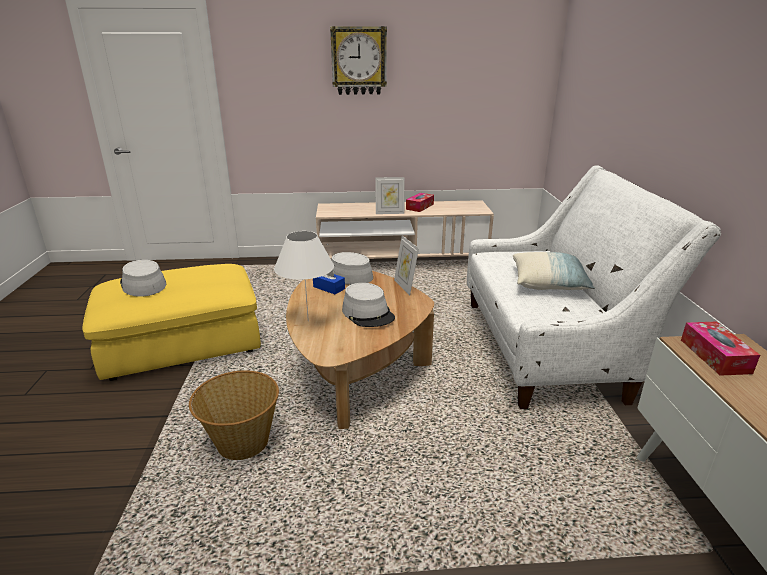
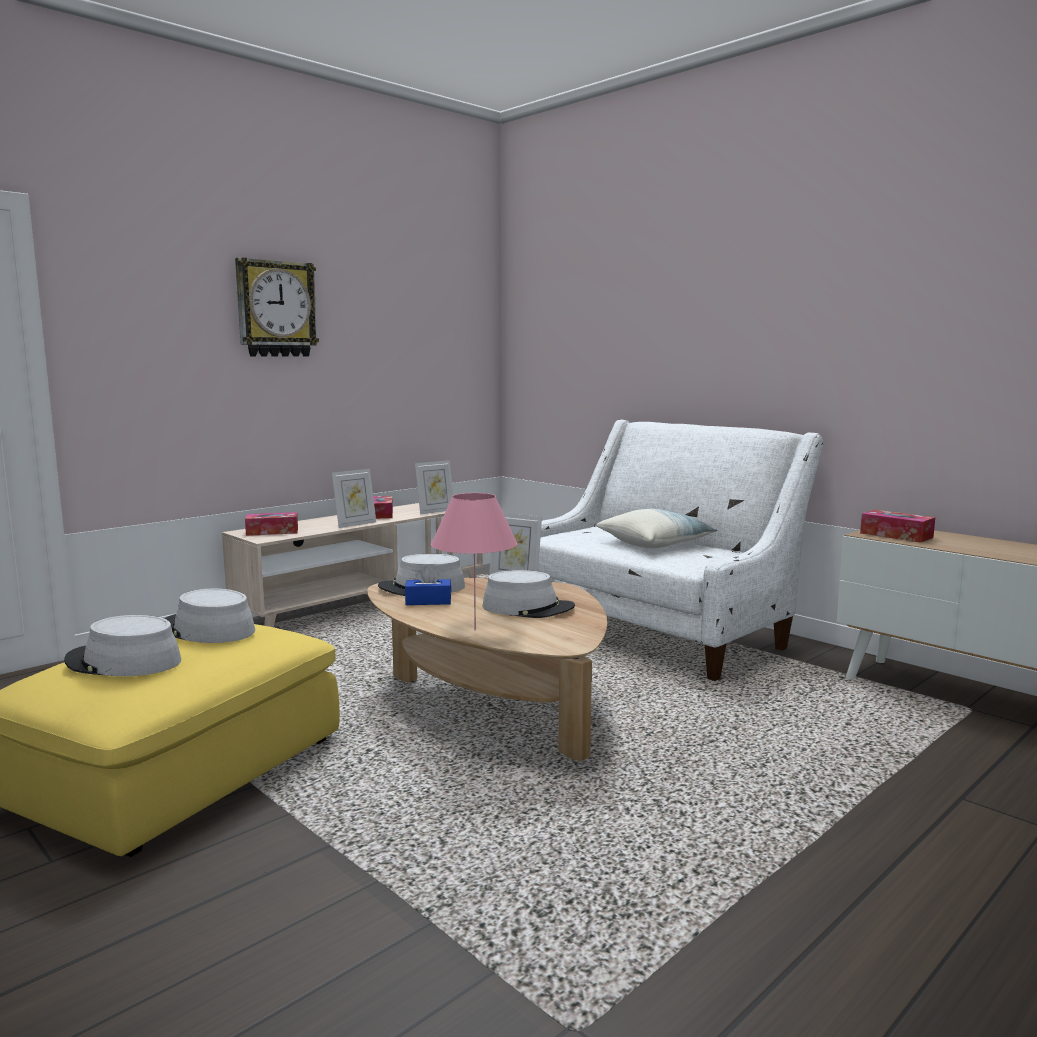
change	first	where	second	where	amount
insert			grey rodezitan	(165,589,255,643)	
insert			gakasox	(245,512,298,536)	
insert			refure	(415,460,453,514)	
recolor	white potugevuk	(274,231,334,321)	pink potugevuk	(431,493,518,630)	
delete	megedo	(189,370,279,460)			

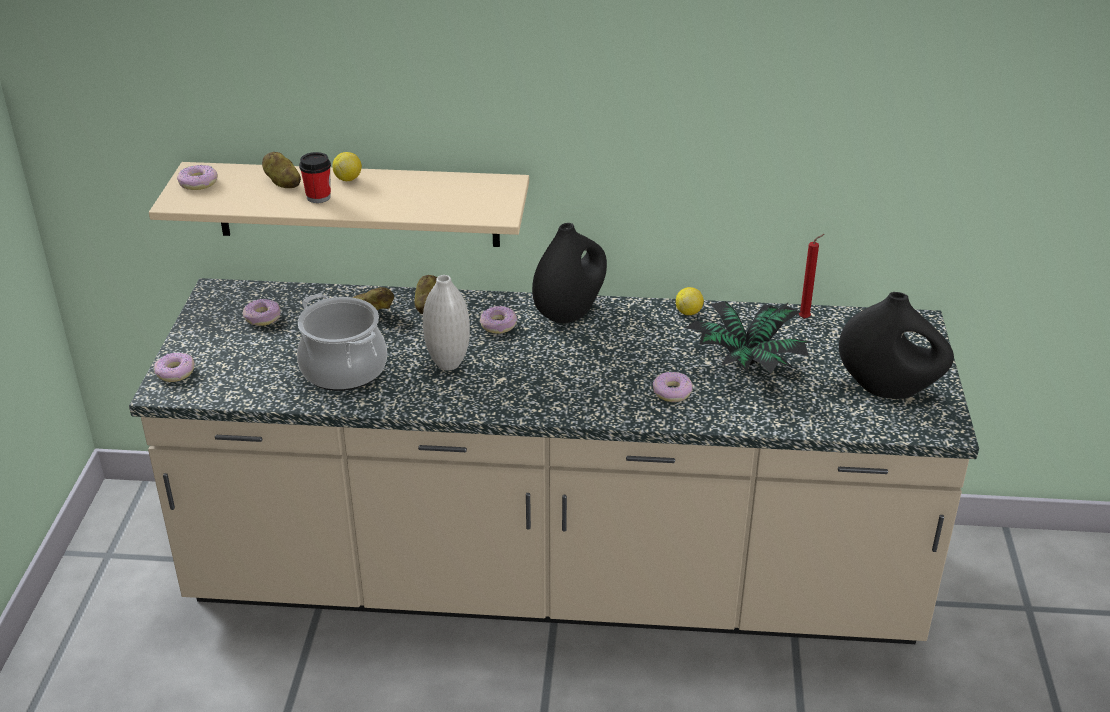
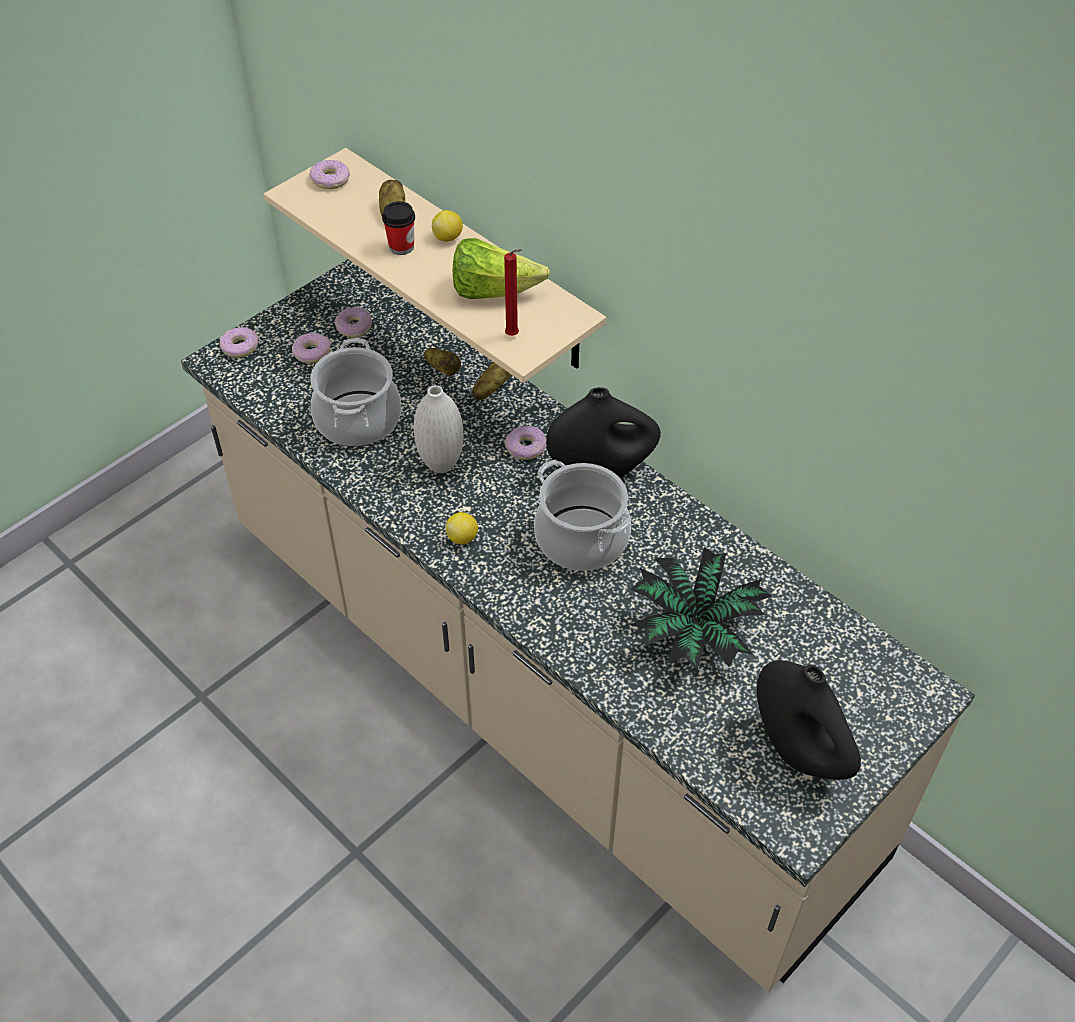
change	first	where	second	where	amount
move	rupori	(653,372,693,402)		(292,332,331,363)	
move	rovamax	(676,287,704,315)		(445,512,478,545)	
insert			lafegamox	(453,238,550,299)	
move	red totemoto	(799,234,825,319)		(504,249,522,336)	
insert			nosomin	(534,460,632,571)	

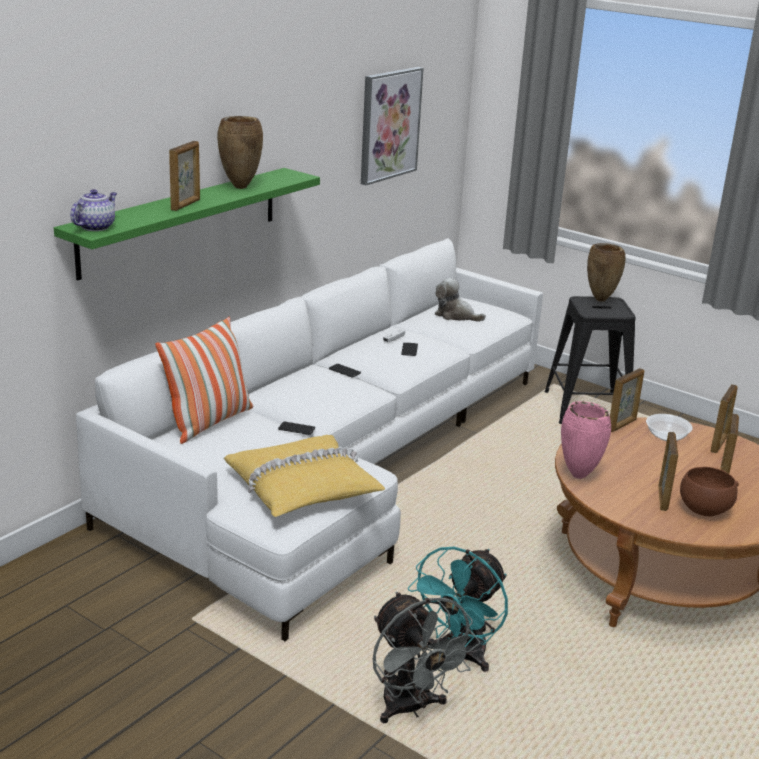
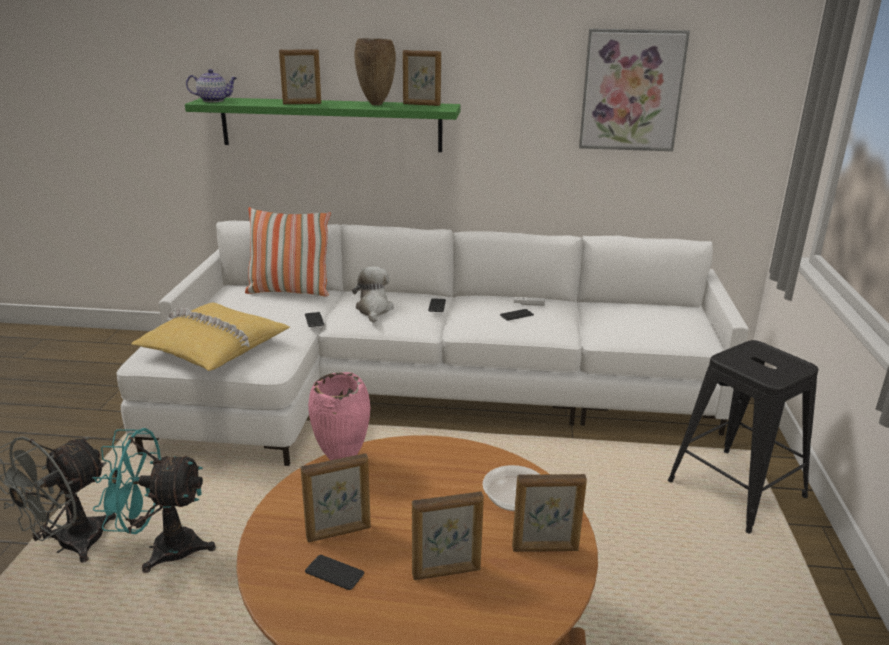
change	first	where	second	where	amount
replace	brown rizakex	(680,467,739,516)	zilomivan	(305,555,364,590)	
move	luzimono	(434,278,486,321)		(352,266,394,323)	
move	refure	(610,368,644,432)		(403,50,441,106)	
delete	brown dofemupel	(587,243,625,302)			

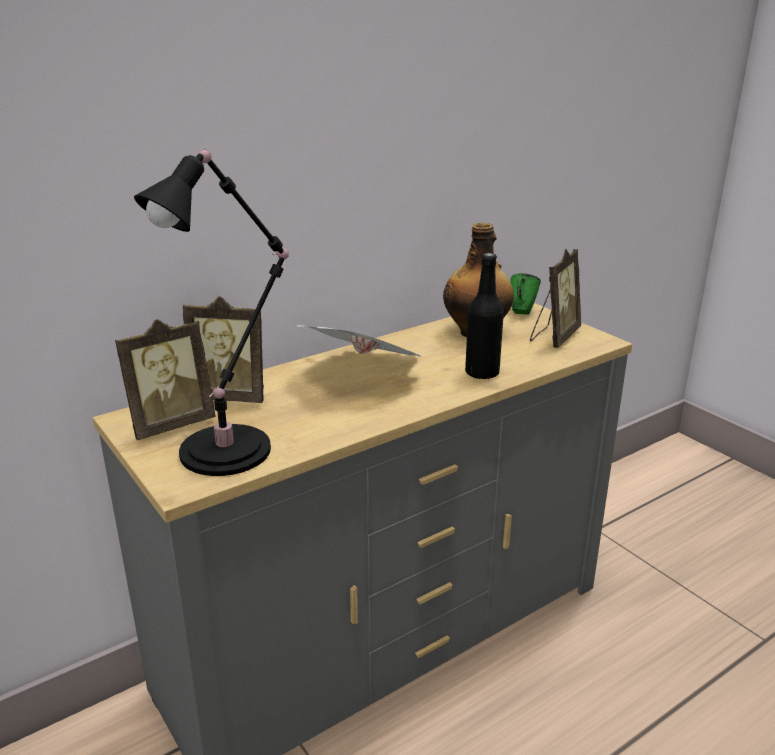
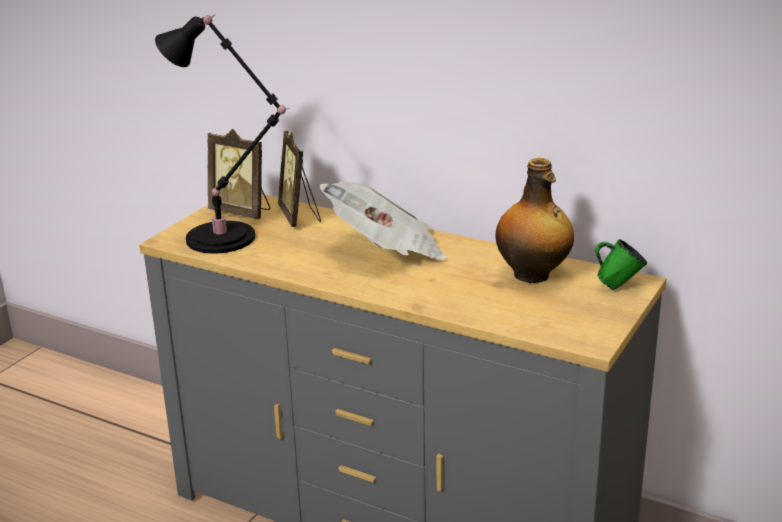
change	first	where	second	where	amount
delete	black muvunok	(465,253,504,380)			
delete	refure	(530,249,581,348)			

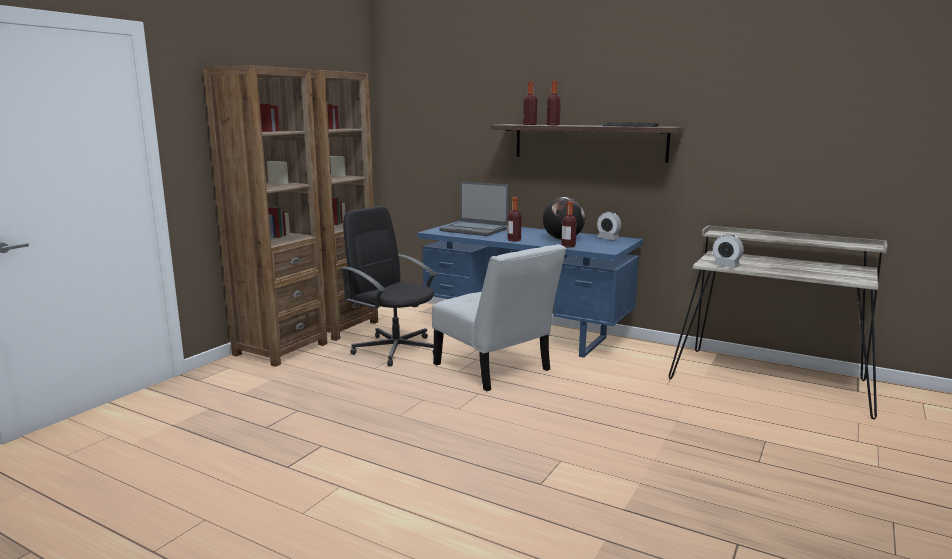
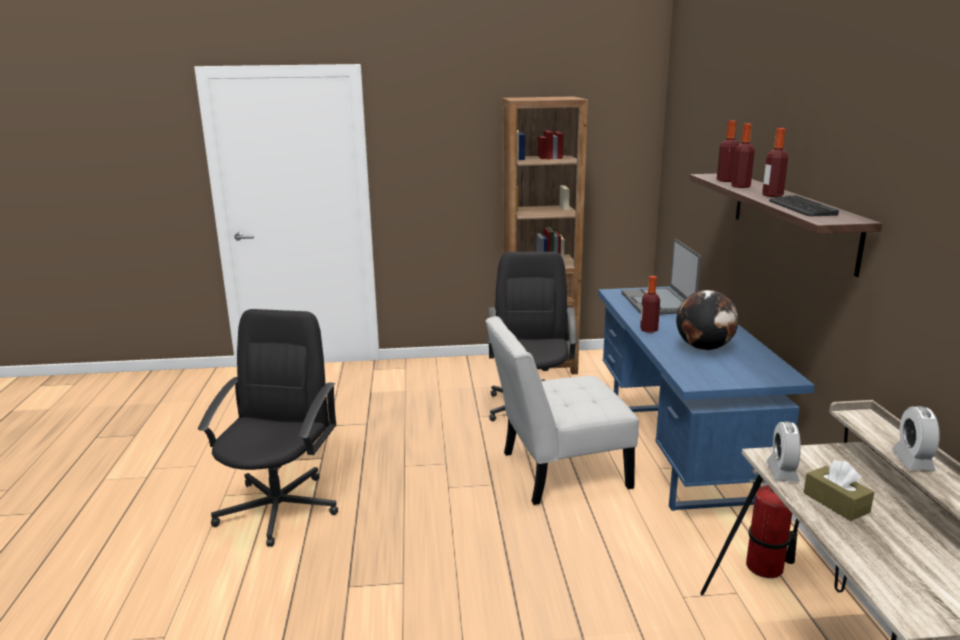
change	first	where	second	where	amount
insert			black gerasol	(198,309,338,547)	
rotate	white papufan	(432,244,566,391)		(486,316,639,505)	60 degrees clockwise
insert			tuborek	(746,469,799,578)	
move	muvunok	(561,201,577,248)		(762,128,789,197)	
insert			brown gakasox	(804,460,874,521)	
move	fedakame	(597,212,621,240)		(892,406,940,471)	
delete	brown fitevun	(203,65,328,367)			

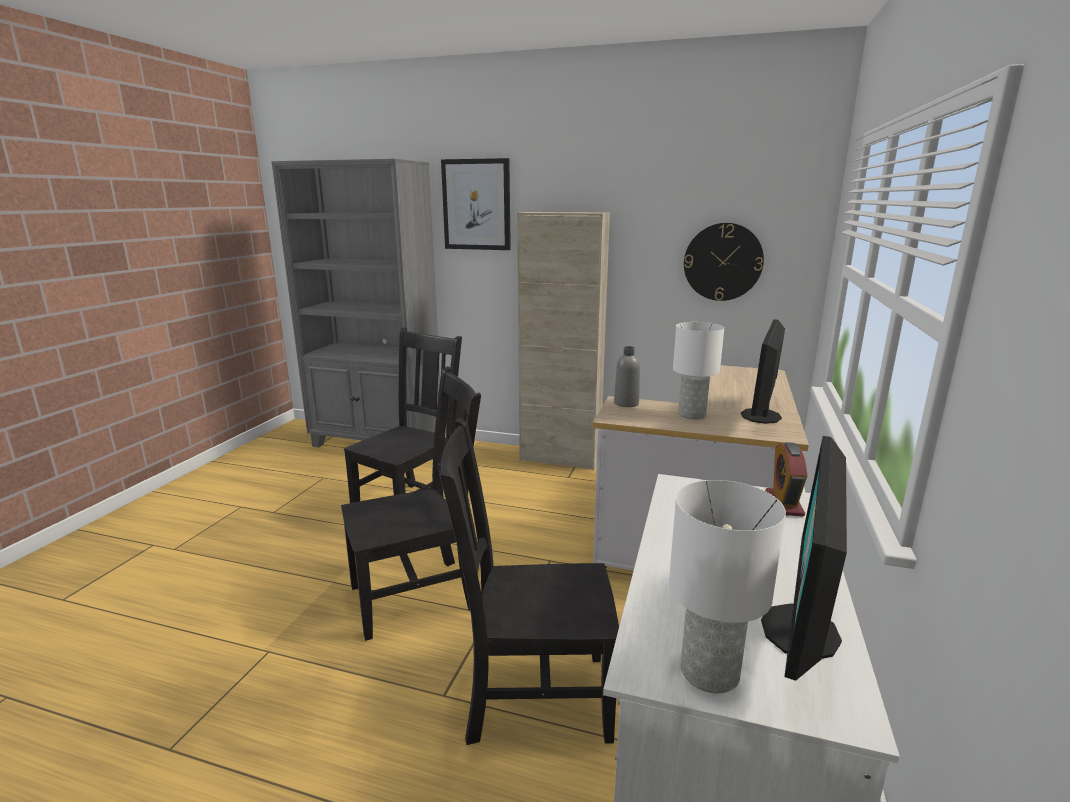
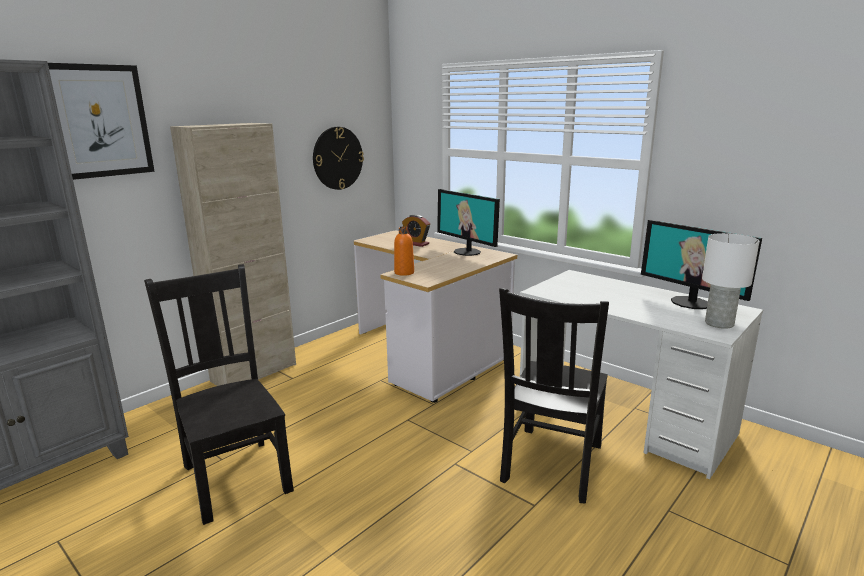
change	first	where	second	where	amount
recolor	grey muvunok	(614,346,640,407)	orange muvunok	(394,226,414,276)	
move	fedakame	(765,442,807,517)		(402,214,430,247)	
delete	black papufan	(341,366,481,641)			
delete	white potugevuk	(673,322,724,419)			

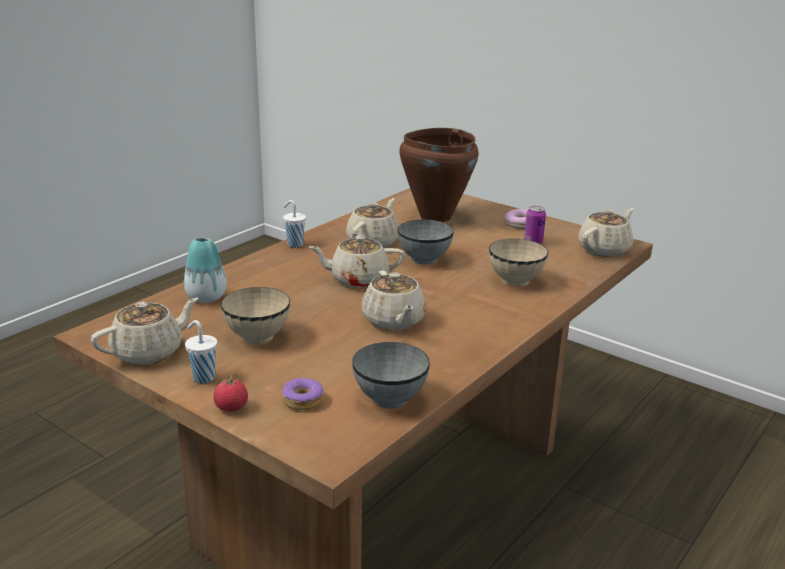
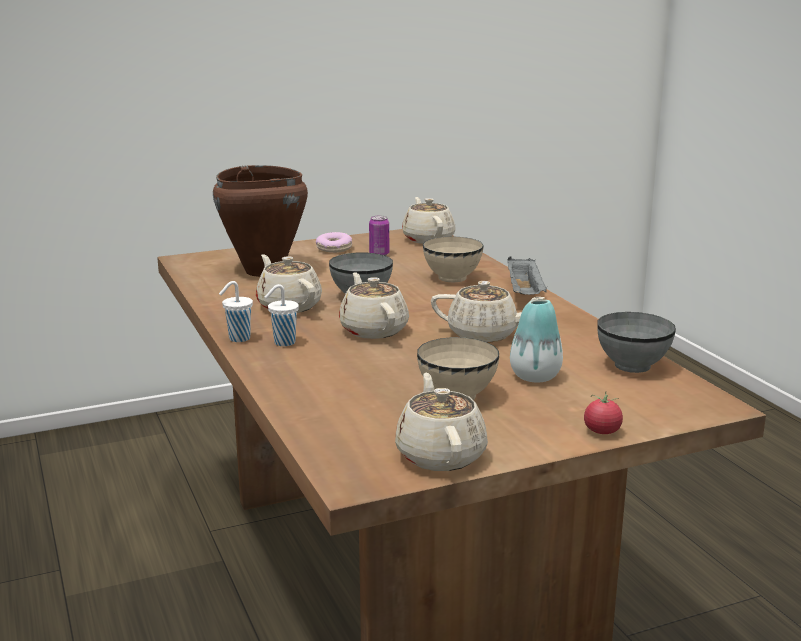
change	first	where	second	where	amount
move	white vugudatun	(185,320,217,383)		(265,284,299,346)	
rotate	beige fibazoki	(309,235,405,288)		(339,272,409,339)	135 degrees clockwise
insert			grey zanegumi	(507,256,548,295)	
move	dofemupel	(184,237,227,303)		(510,300,563,383)	
delete	rupori	(282,378,323,410)			

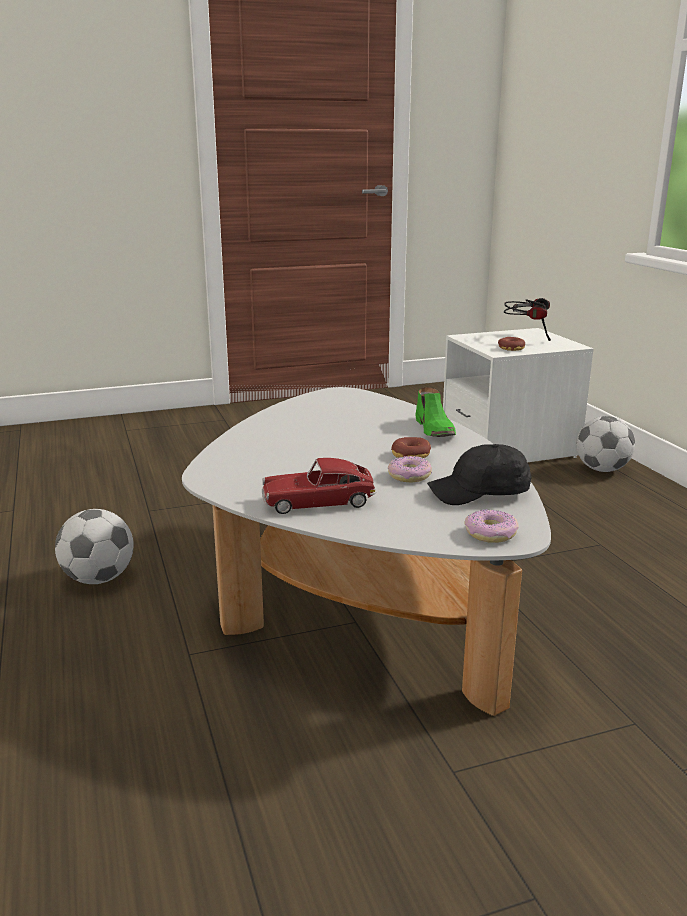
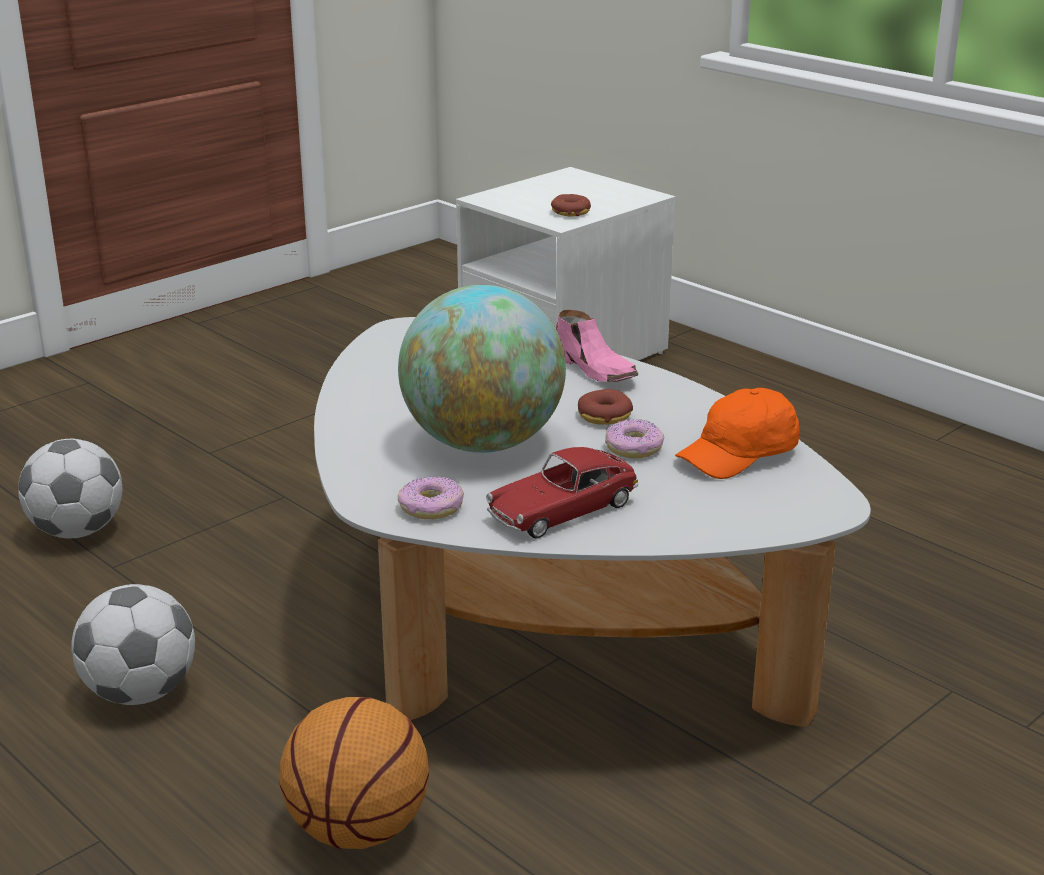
change	first	where	second	where	amount
move	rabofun	(576,416,635,472)		(18,439,123,539)	
insert			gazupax	(280,697,429,849)	
insert			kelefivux	(398,285,566,453)	
move	rupori	(464,509,519,543)		(398,477,464,519)	
recolor	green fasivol	(415,387,456,437)	pink fasivol	(556,310,638,382)	
recolor	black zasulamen	(427,444,531,505)	orange zasulamen	(675,388,800,479)	
delete	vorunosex	(504,298,551,341)			

